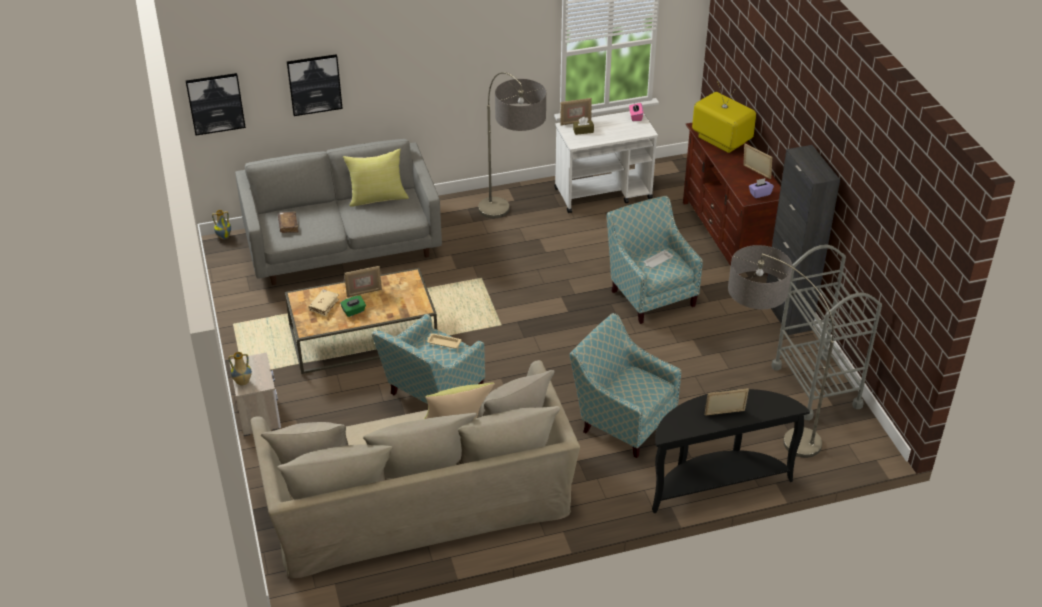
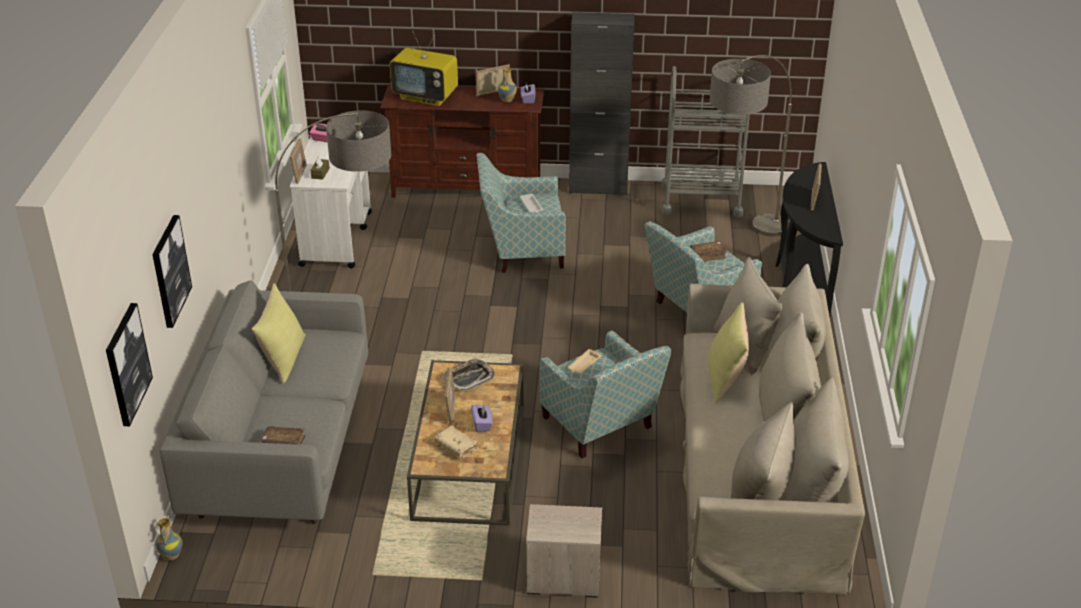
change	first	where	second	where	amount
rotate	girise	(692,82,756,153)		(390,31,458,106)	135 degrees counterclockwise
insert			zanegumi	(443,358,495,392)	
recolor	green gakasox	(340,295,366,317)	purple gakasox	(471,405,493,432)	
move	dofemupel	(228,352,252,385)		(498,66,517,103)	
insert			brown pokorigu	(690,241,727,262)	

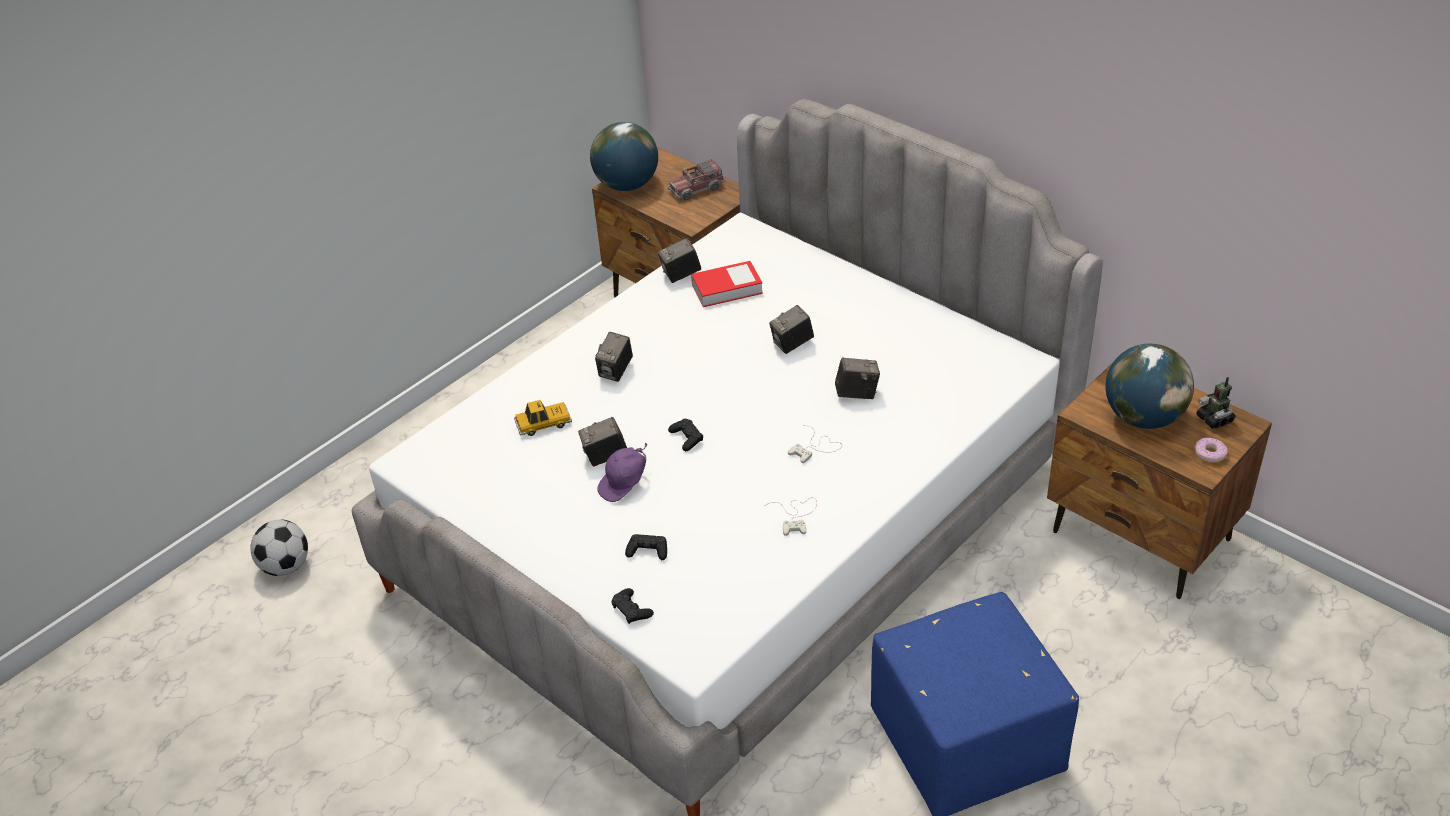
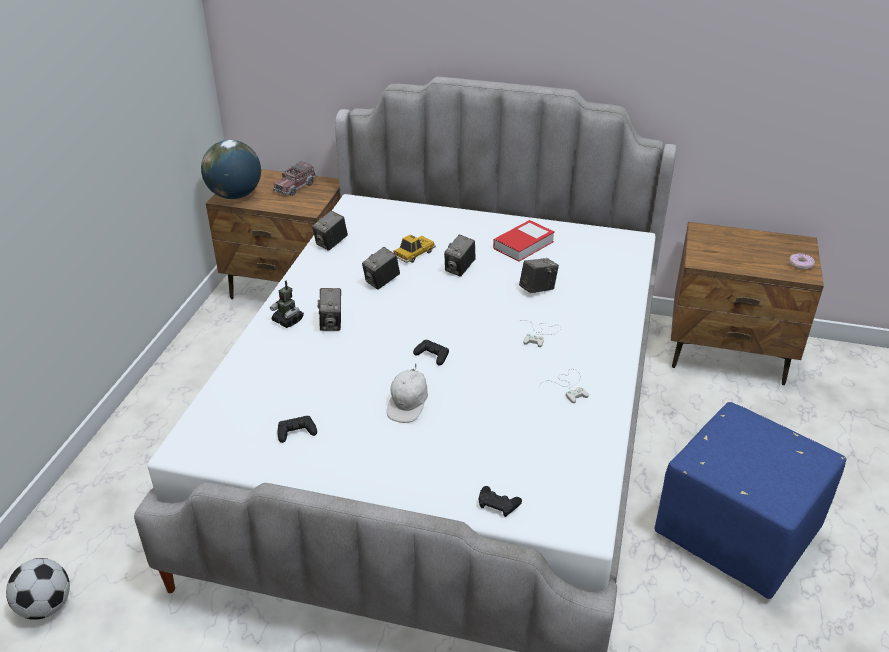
change	first	where	second	where	amount
move	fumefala	(1196,377,1236,428)		(270,281,304,328)	
move	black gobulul	(625,534,667,560)		(278,416,317,443)	
move	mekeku	(578,417,627,466)		(362,247,400,289)	
recolor	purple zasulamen	(598,442,647,502)	white zasulamen	(387,363,428,423)	
move	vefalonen	(514,400,572,436)		(393,235,436,263)	
move	pokorigu	(691,261,763,307)		(493,220,555,262)	
delete	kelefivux	(1105,344,1194,429)			

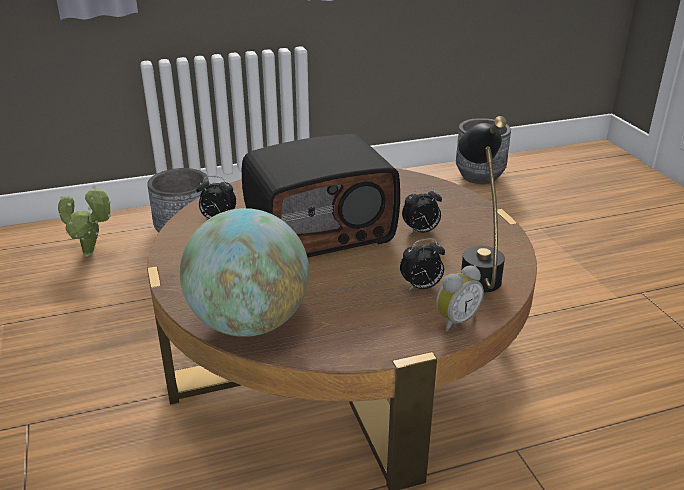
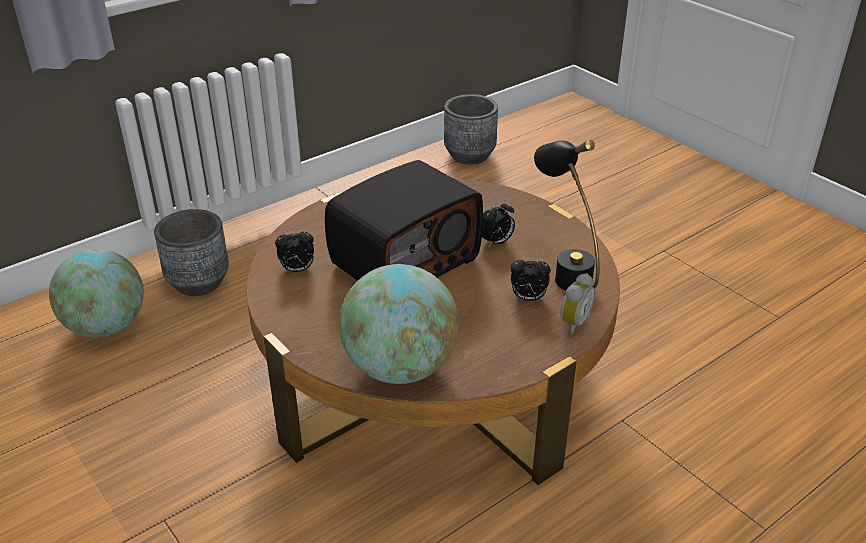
change	first	where	second	where	amount
replace	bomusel	(58,186,111,257)	kelefivux	(49,249,144,338)	
rotate	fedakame	(400,238,445,291)		(510,256,551,301)	45 degrees clockwise

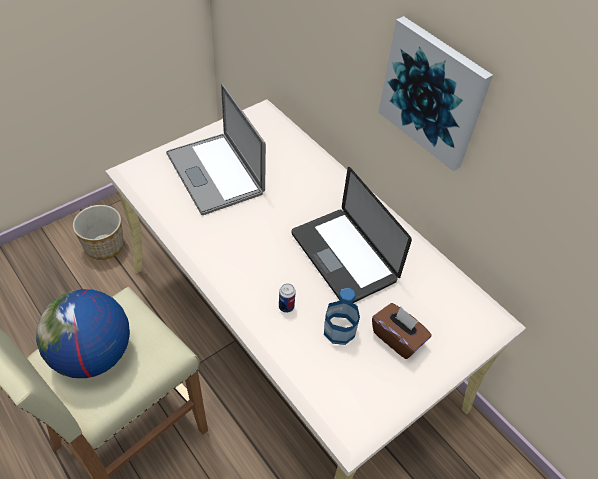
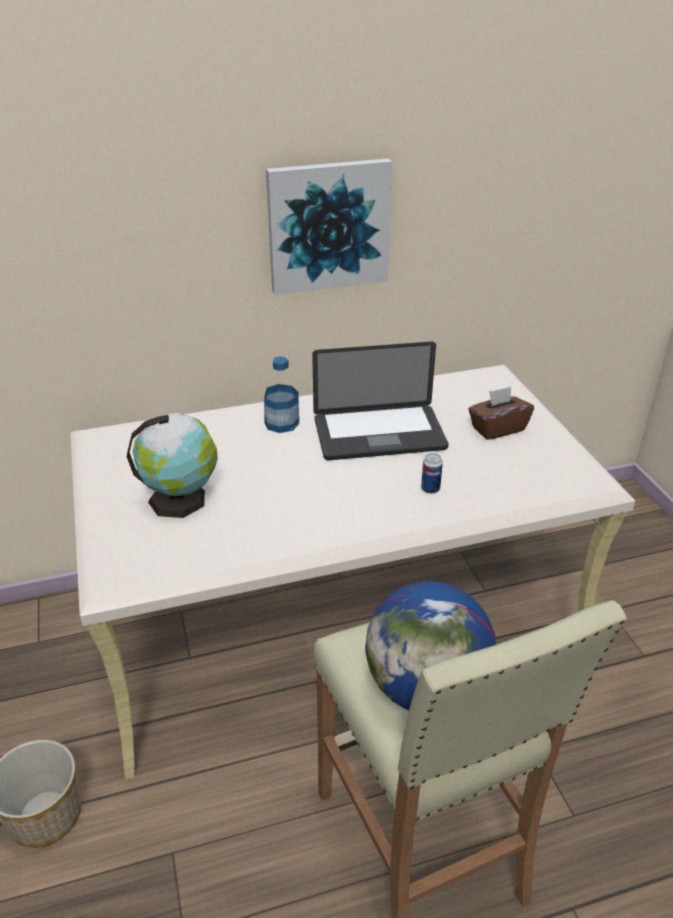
change	first	where	second	where	amount
replace	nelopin	(166,83,266,215)	kelefivux	(127,413,218,518)	
move	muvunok	(324,288,360,345)		(264,356,299,433)	

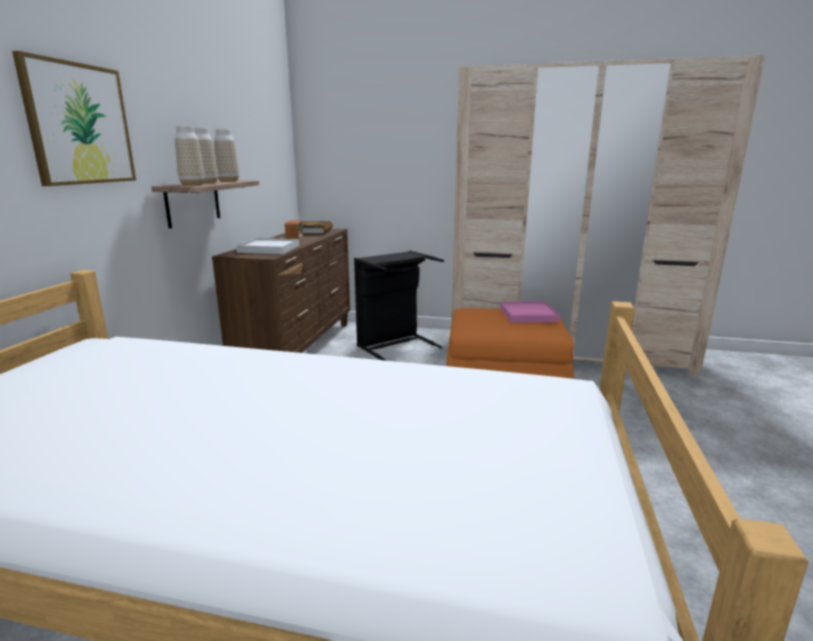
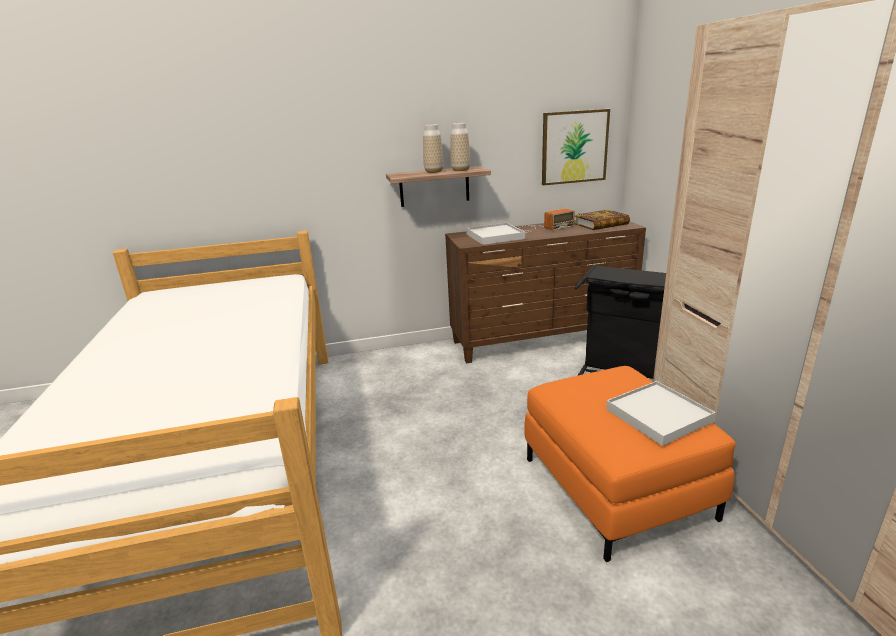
change	first	where	second	where	amount
move	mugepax	(12,51,136,186)		(542,109,610,185)	
recolor	pink zanegumi	(500,301,560,323)	white zanegumi	(606,381,716,446)	
delete	dofemupel	(175,126,205,185)			

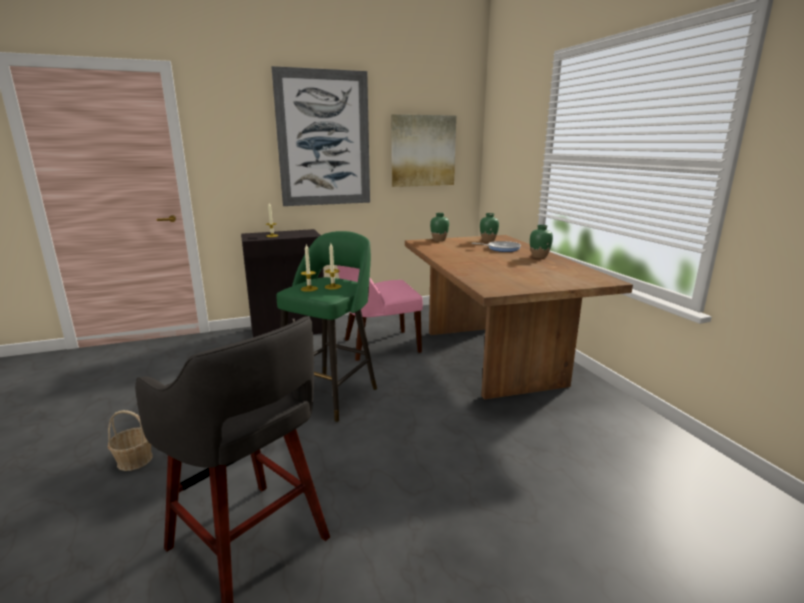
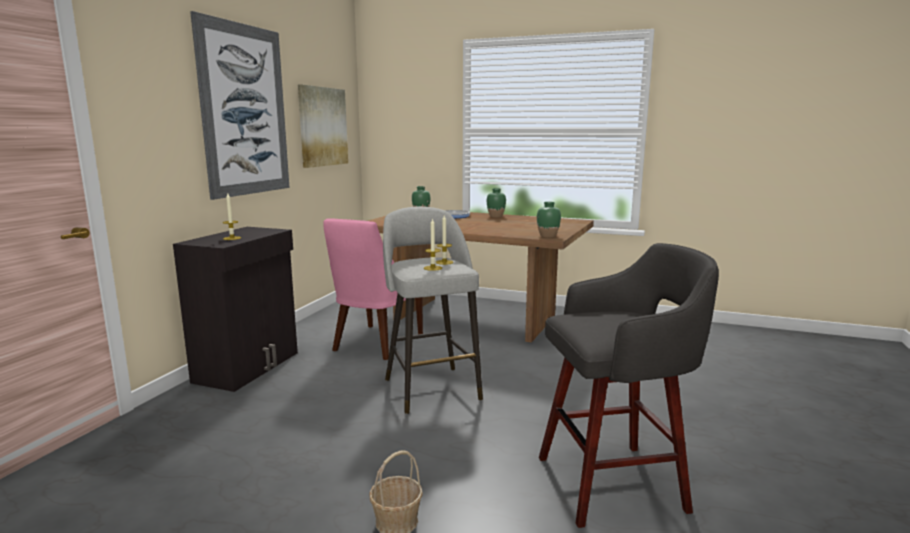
change	first	where	second	where	amount
recolor	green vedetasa	(276,231,377,422)	grey vedetasa	(383,207,483,414)	
move	green dofemupel	(430,213,449,241)		(537,202,561,238)	

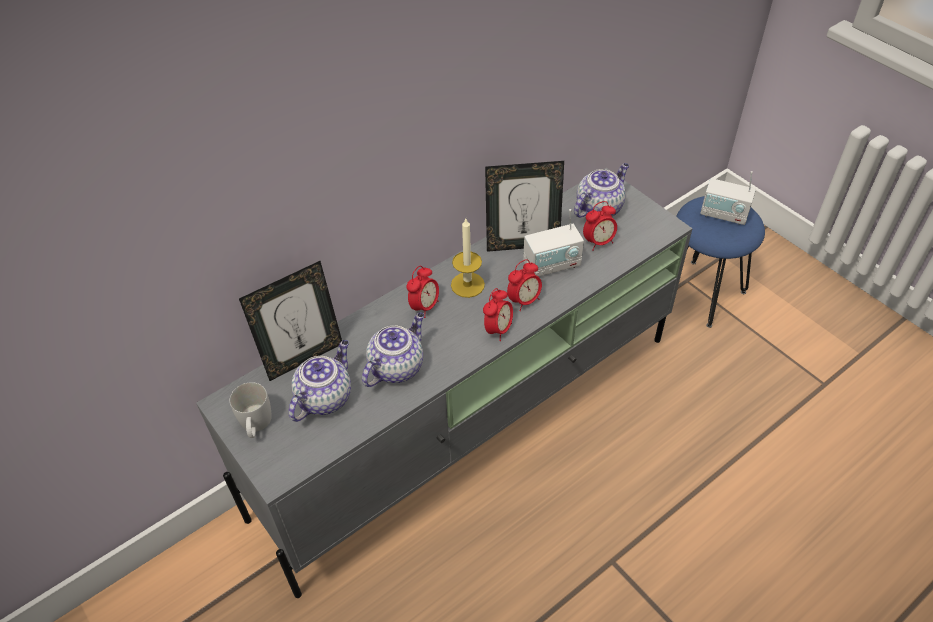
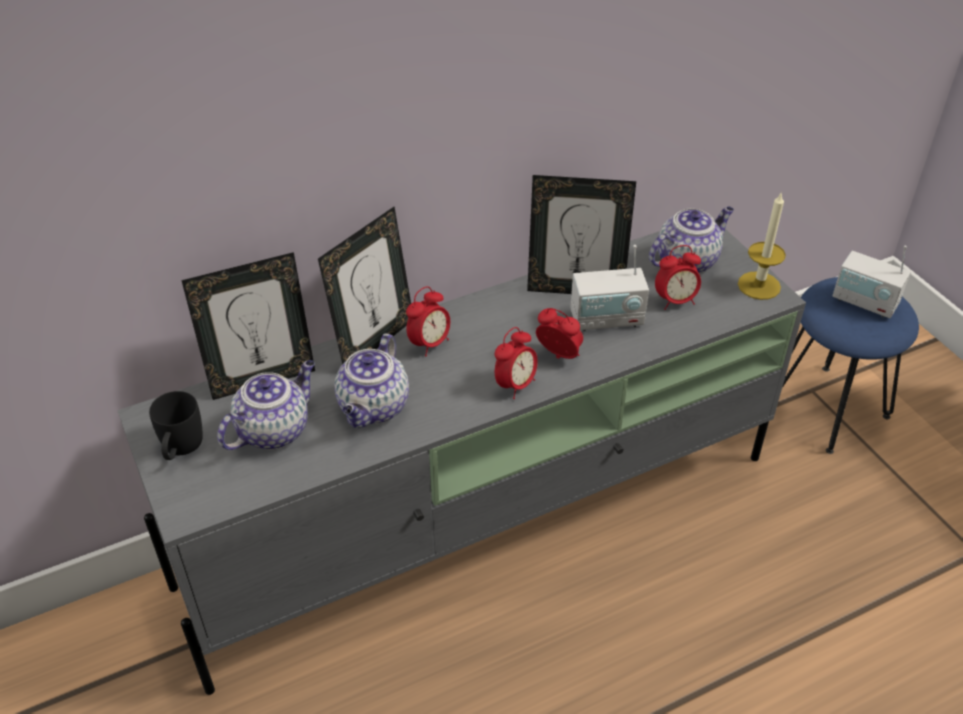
change	first	where	second	where	amount
recolor	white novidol	(230,382,272,438)	black novidol	(149,391,203,460)	
insert			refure	(318,207,411,364)	
rotate	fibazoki	(362,312,424,387)		(335,334,409,428)	150 degrees clockwise
rotate	fedakame	(507,259,542,311)		(536,308,583,359)	120 degrees counterclockwise
move	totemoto	(451,219,485,298)		(738,191,786,300)	

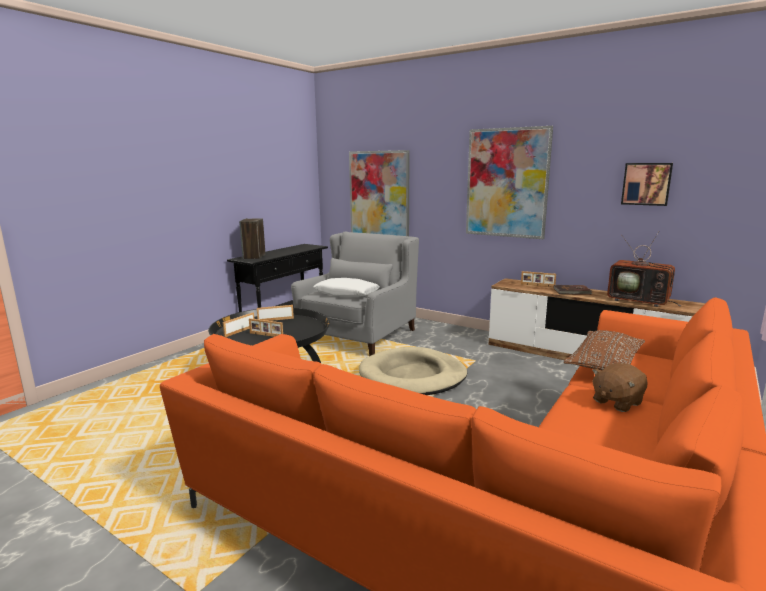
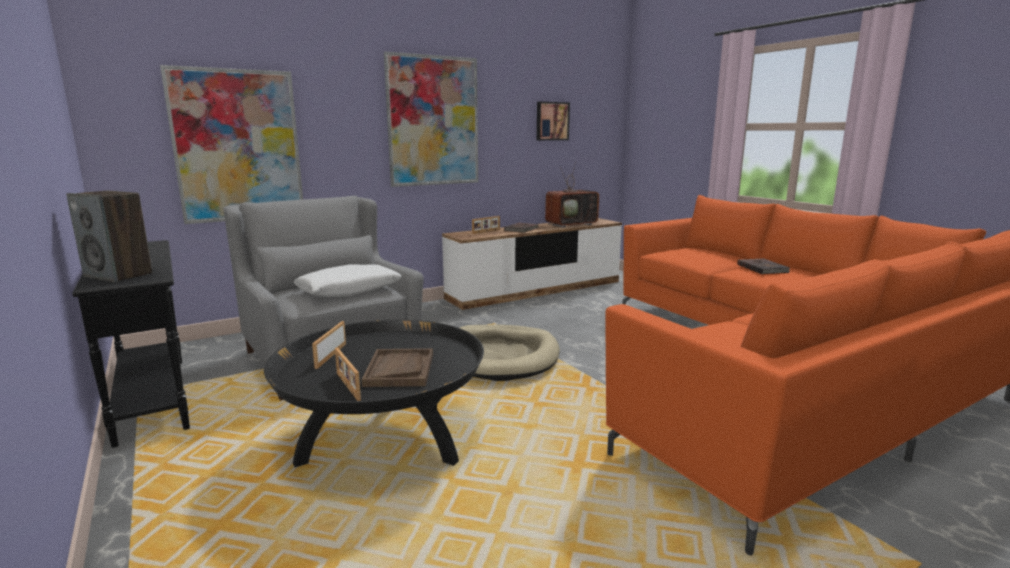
change	first	where	second	where	amount
replace	refure	(249,318,283,337)	brown zanegumi	(362,348,433,387)	
replace	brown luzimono	(592,363,647,412)	brown pokorigu	(737,258,790,274)	
delete	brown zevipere	(564,330,645,370)			

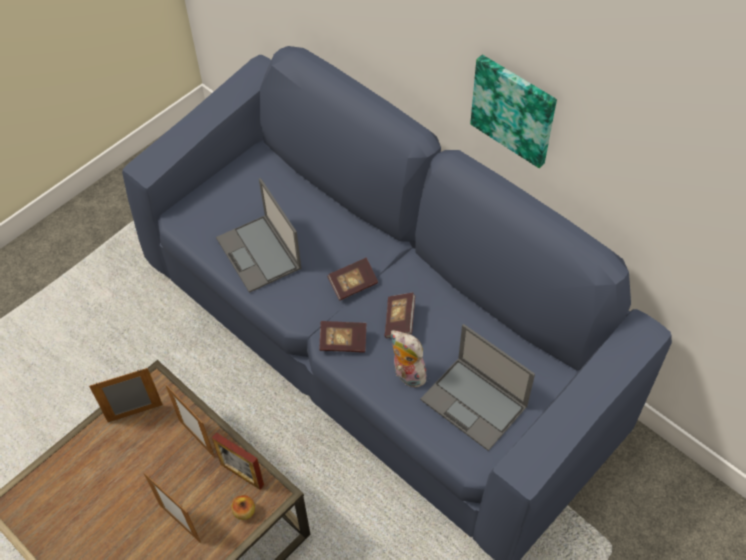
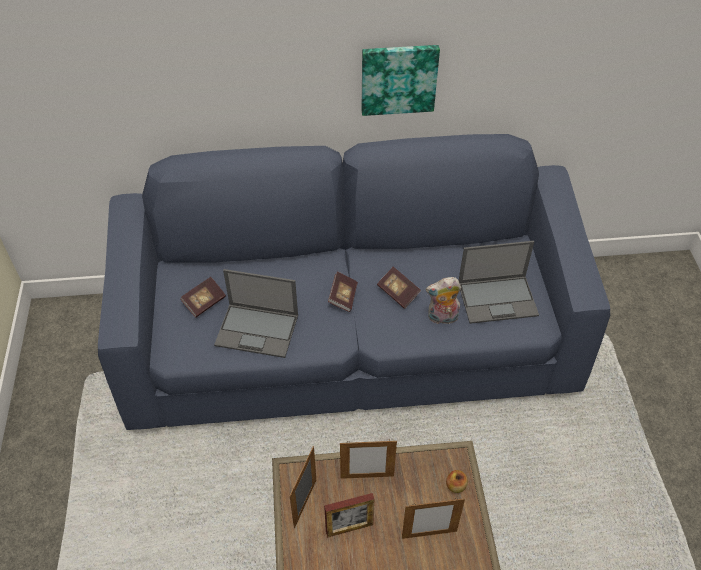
change	first	where	second	where	amount
move	pokorigu	(319,321,366,353)		(180,277,226,318)	
move	refure	(212,432,264,490)		(324,493,374,538)	

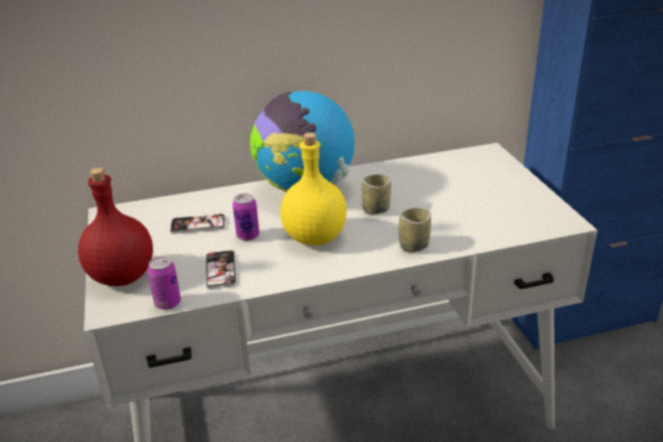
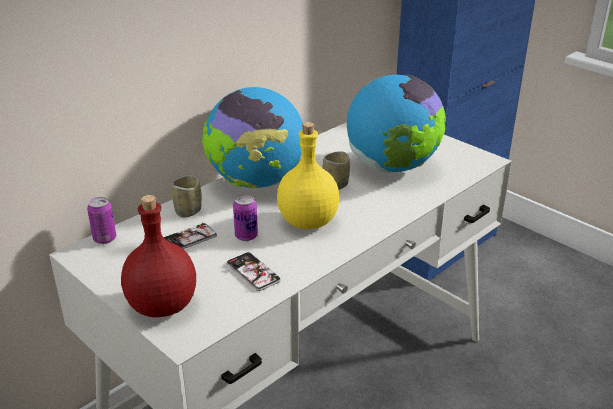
change	first	where	second	where	amount
move	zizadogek	(147,256,181,310)		(87,197,116,244)	
move	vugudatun	(399,207,431,252)		(172,175,202,218)	
insert			kelefivux	(347,74,446,173)	

